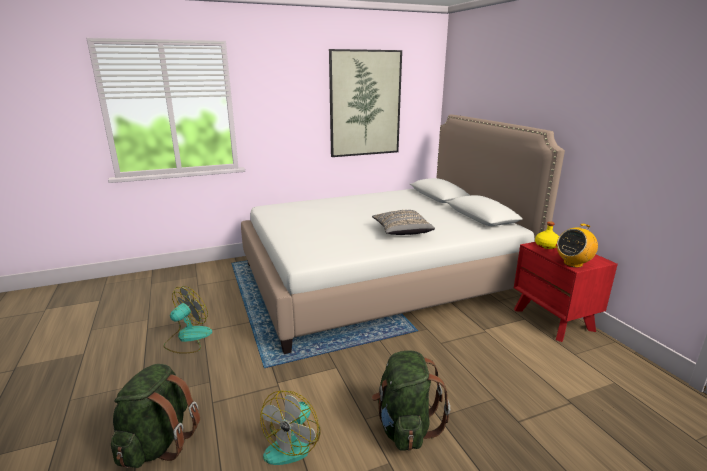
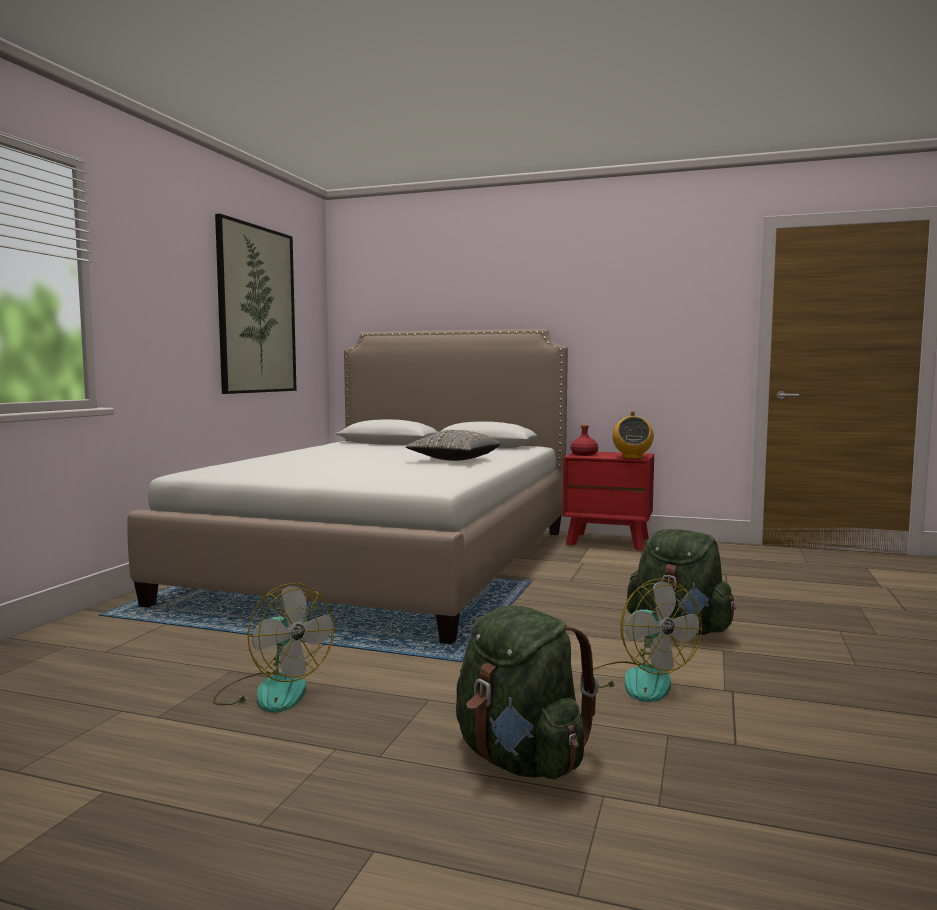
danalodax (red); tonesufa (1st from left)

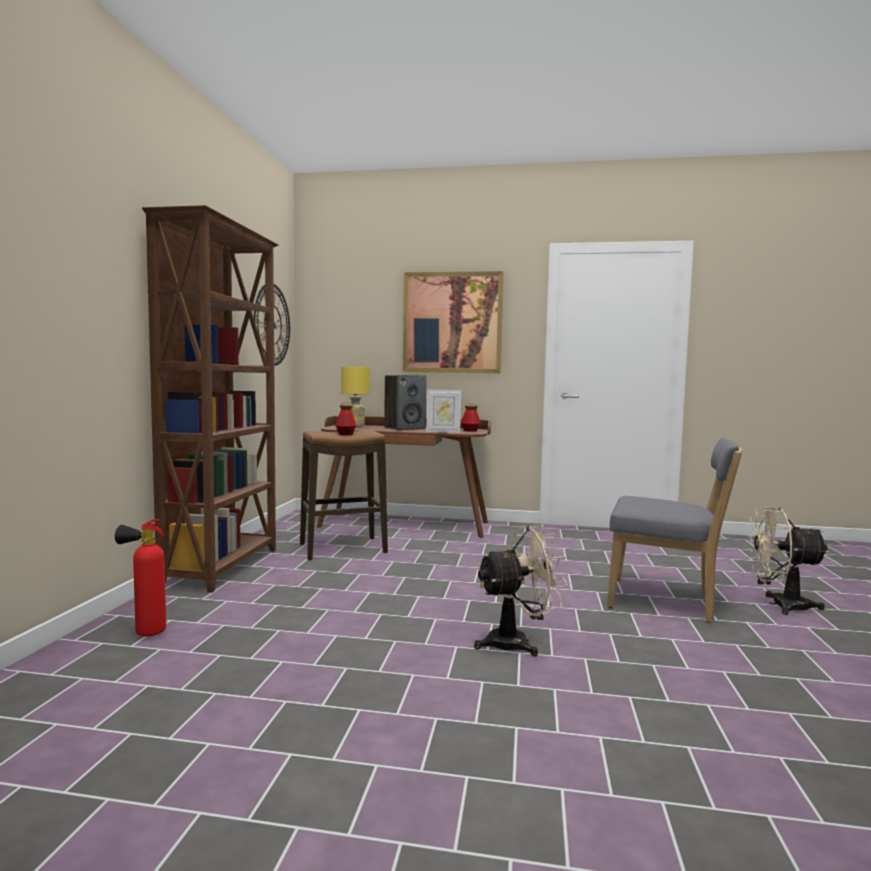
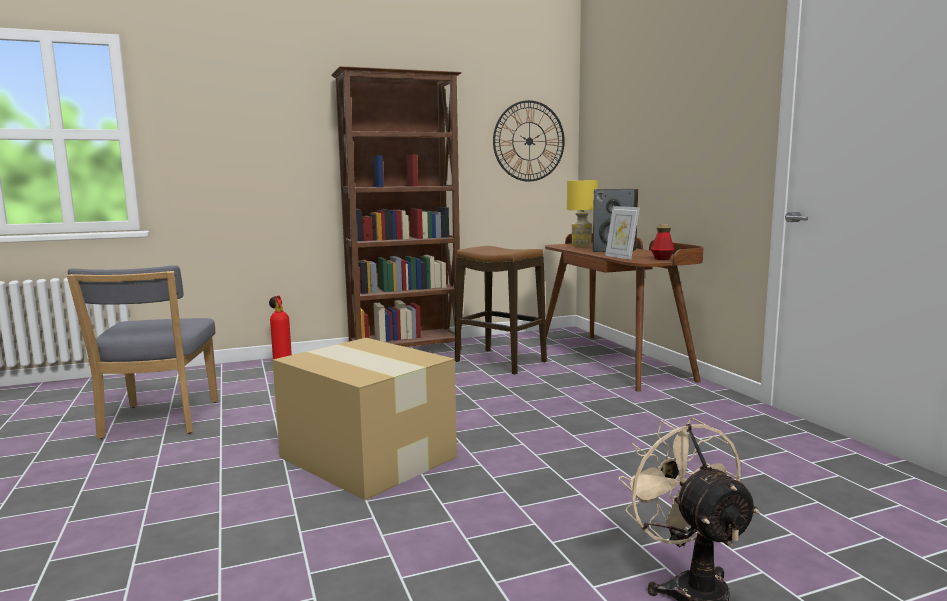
danalodax (1st from left in the first image); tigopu; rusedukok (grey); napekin

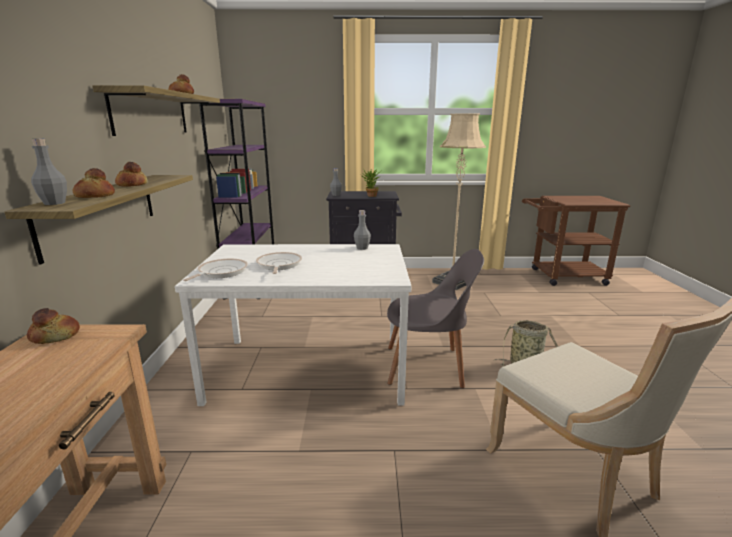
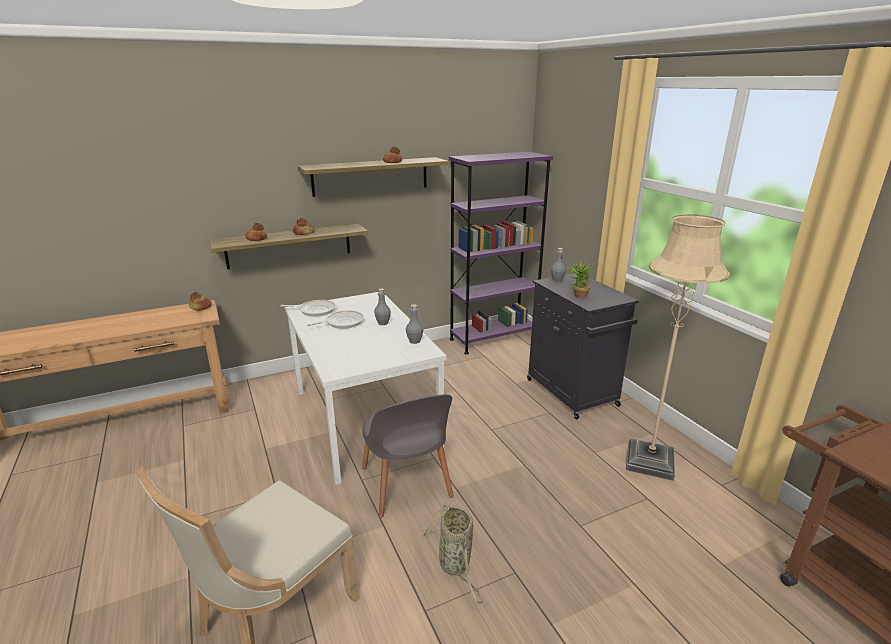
danalodax (grey) (1st from left)

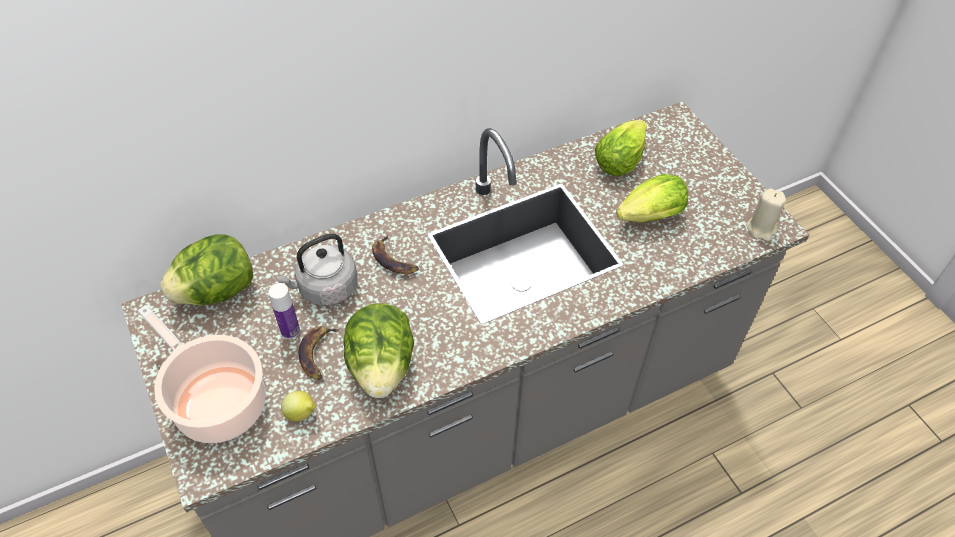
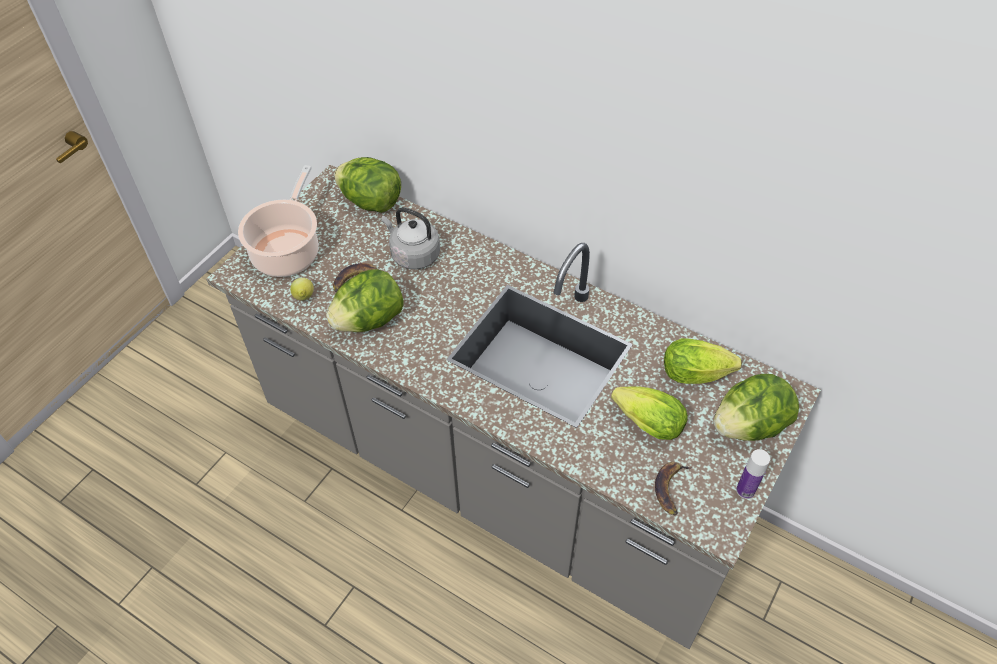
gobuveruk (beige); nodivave (5th from left); danalodax; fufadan (2nd from left)

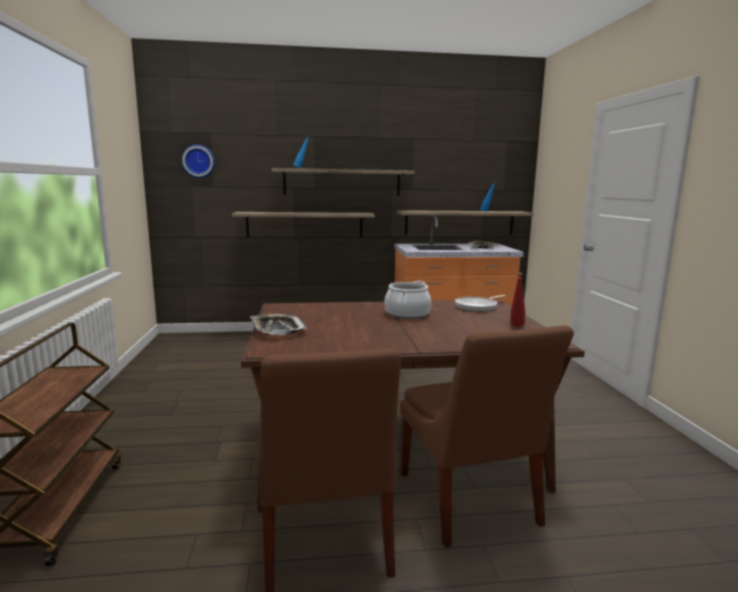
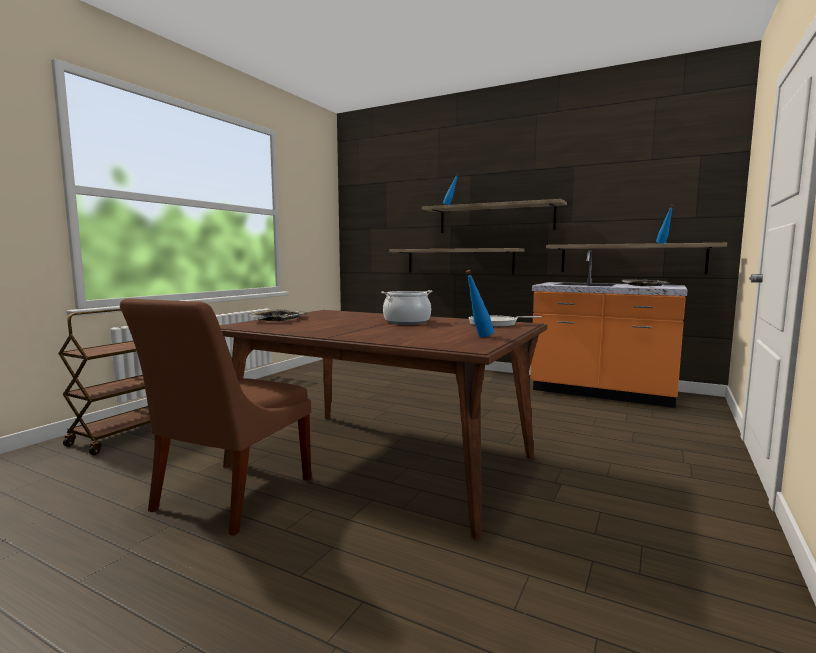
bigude; rusedukok (brown) (2nd from left in the first image); danalodax (blue) (2nd from left)

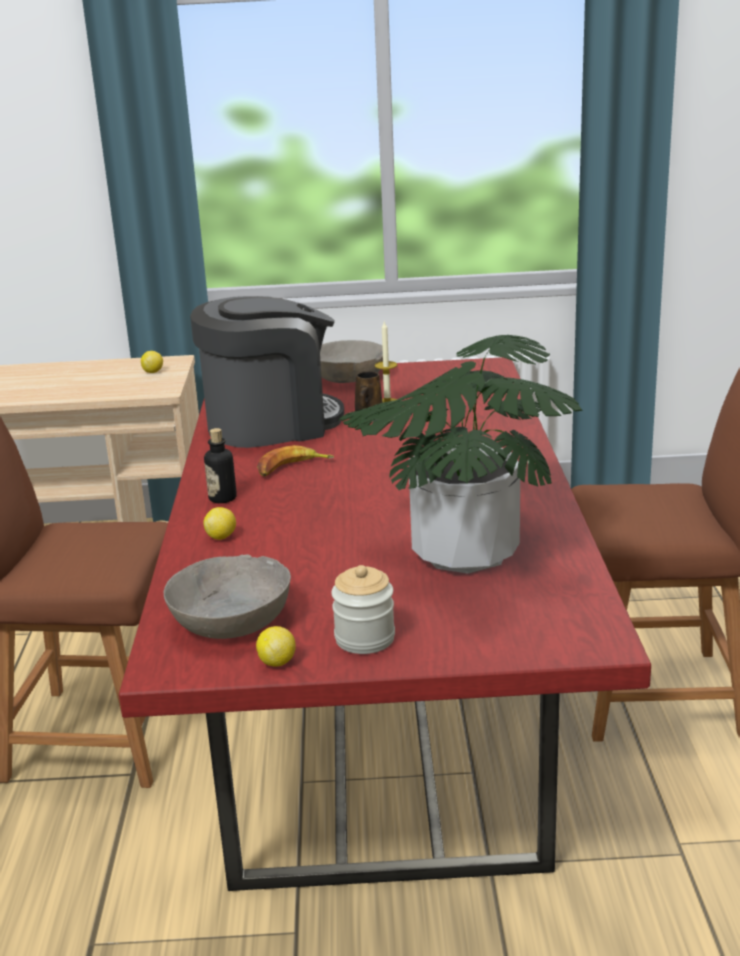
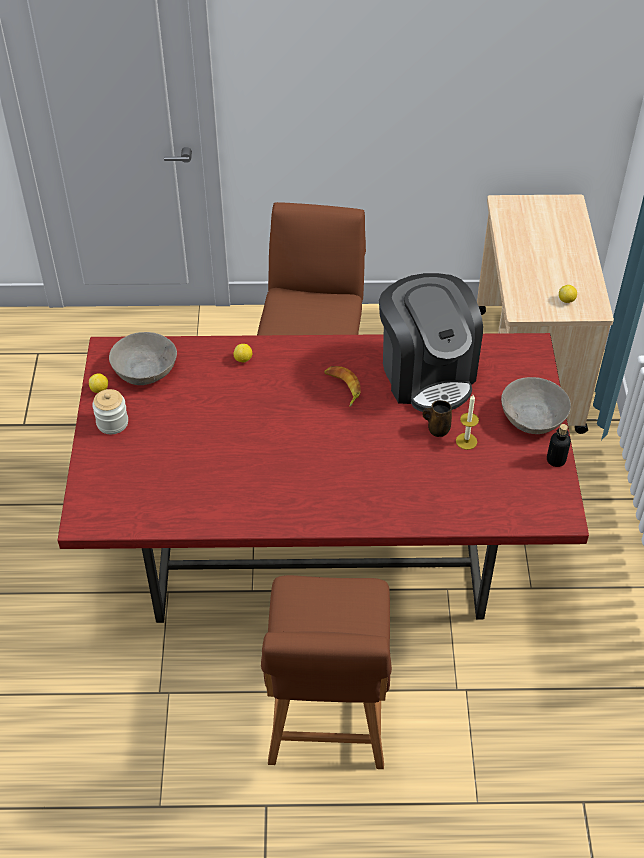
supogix; danalodax

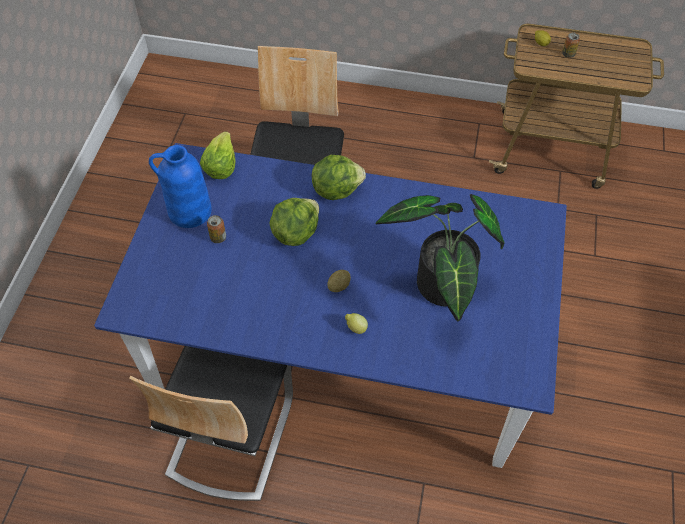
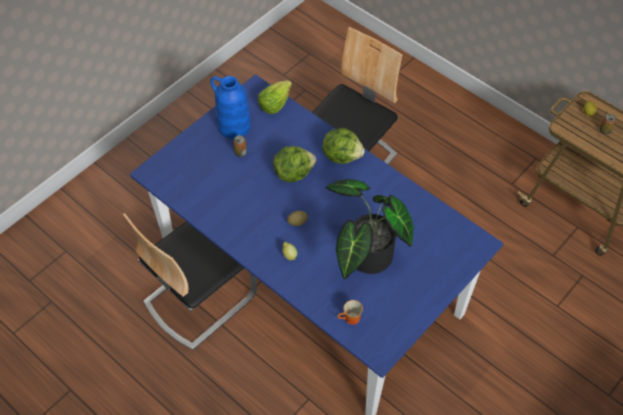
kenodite

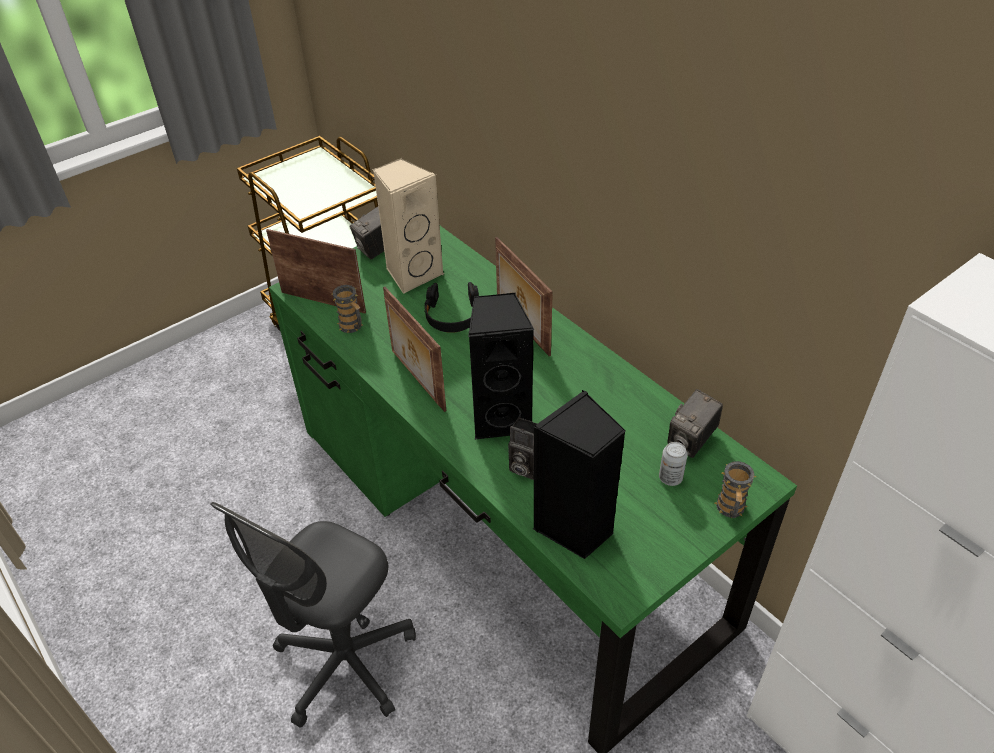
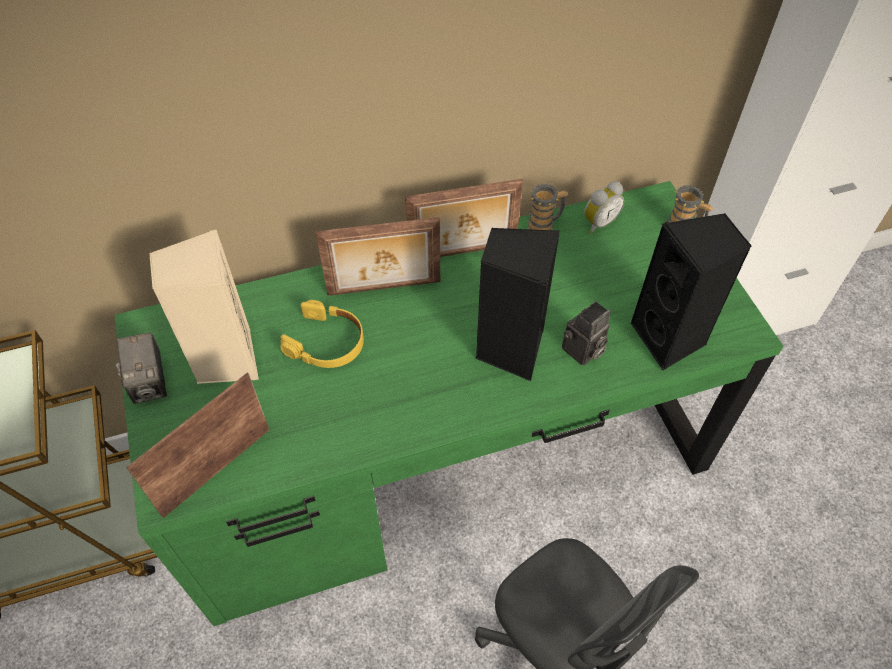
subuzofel; kenodite (1st from left); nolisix (3rd from left); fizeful; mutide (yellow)

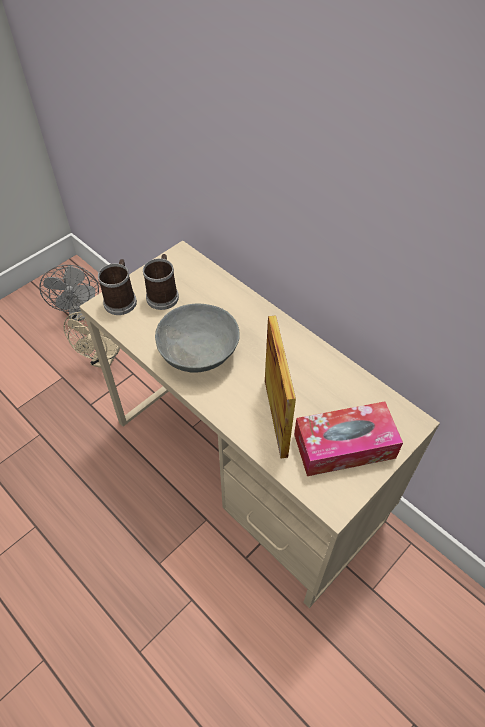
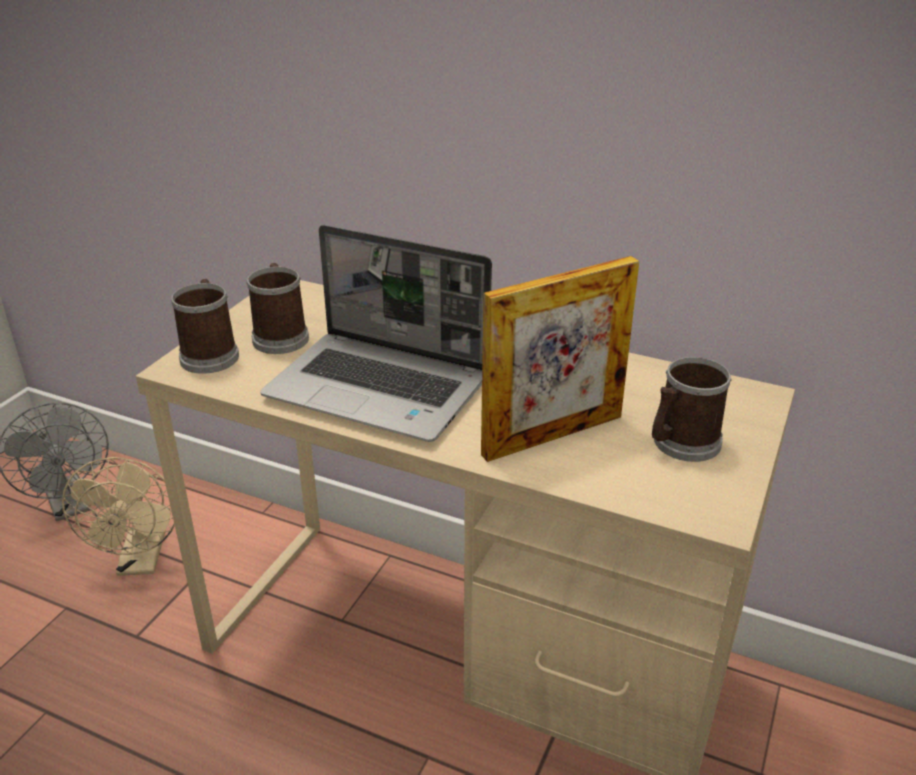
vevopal; kenodite (3rd from left); nolisix

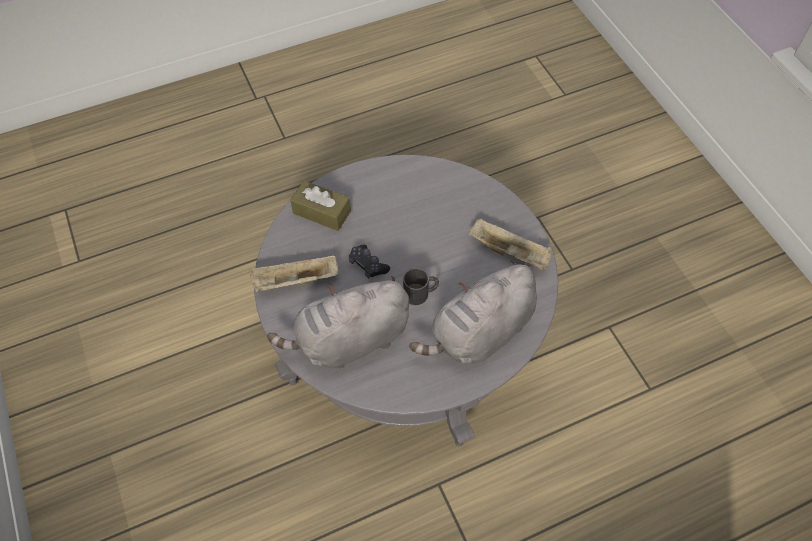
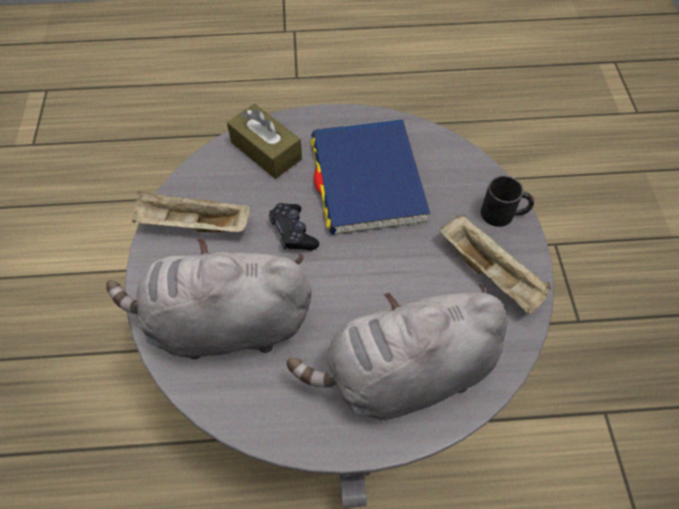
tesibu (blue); kenodite (black)

